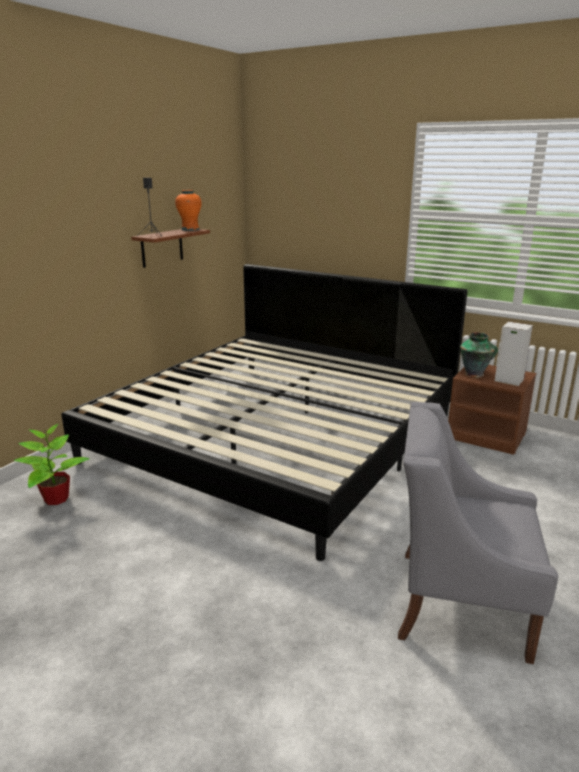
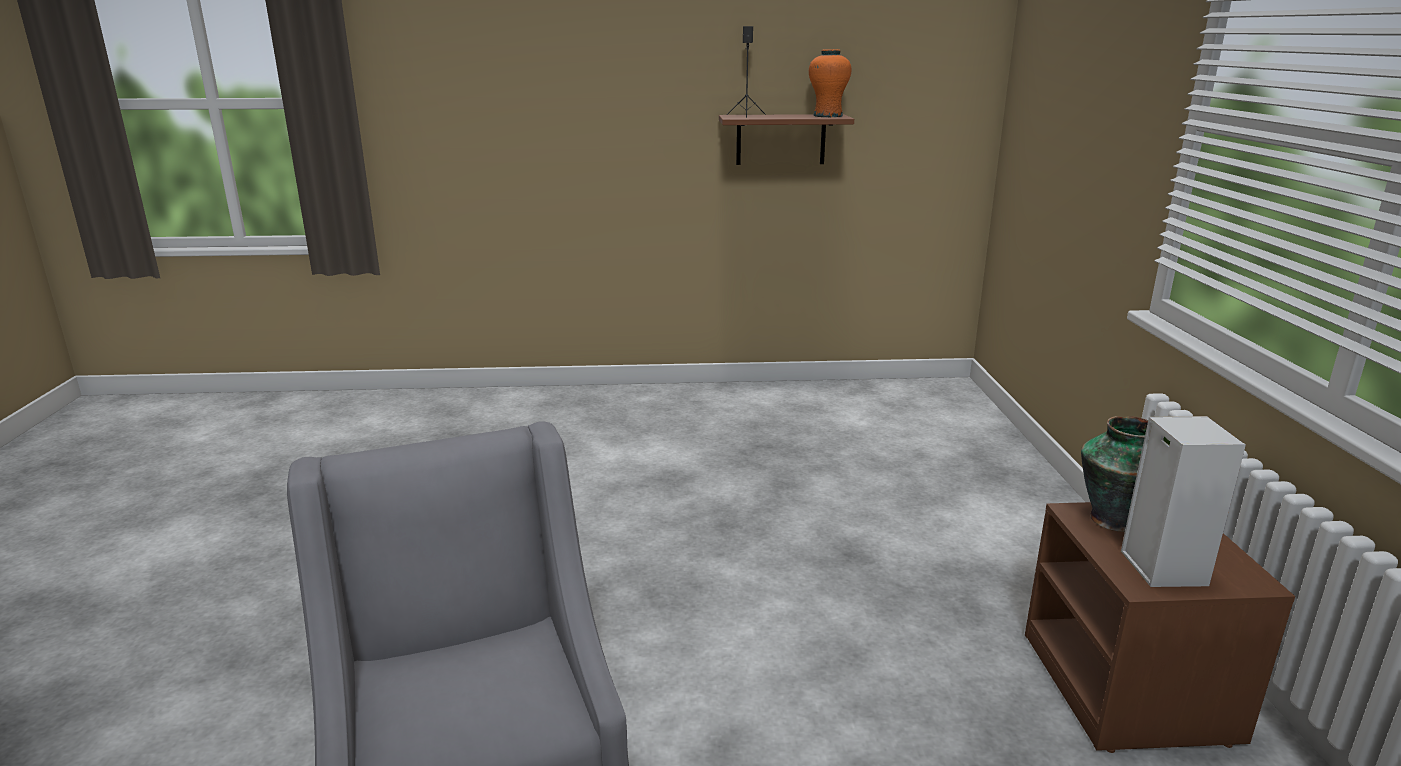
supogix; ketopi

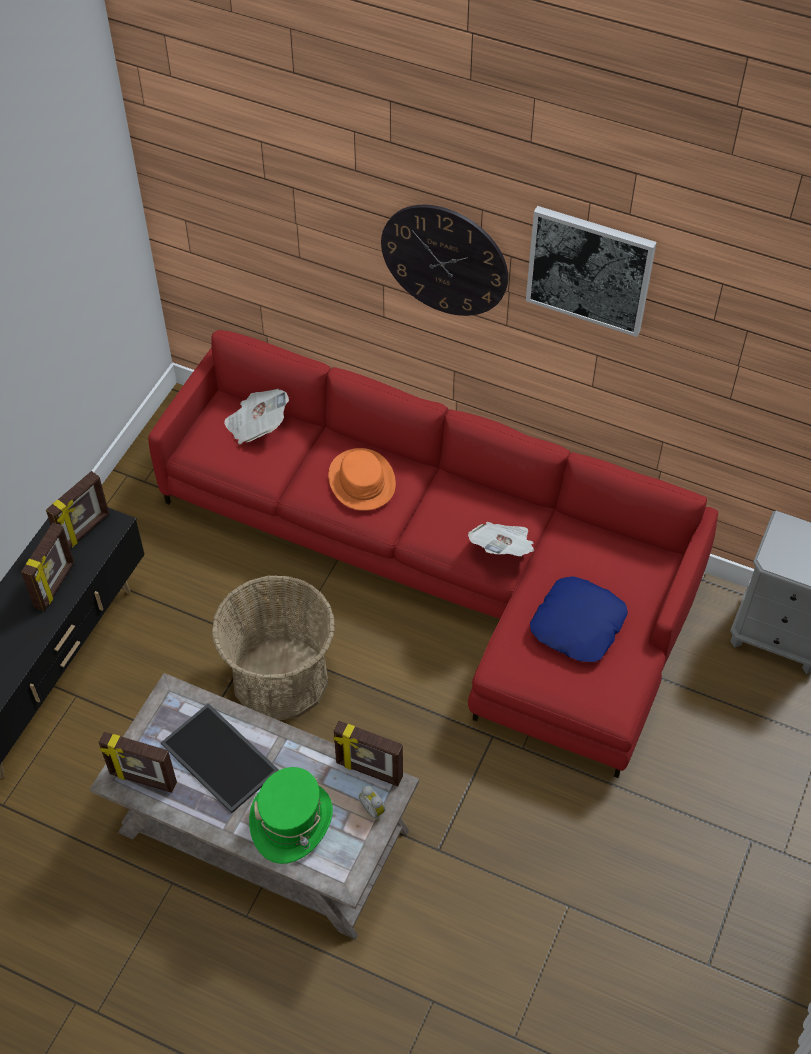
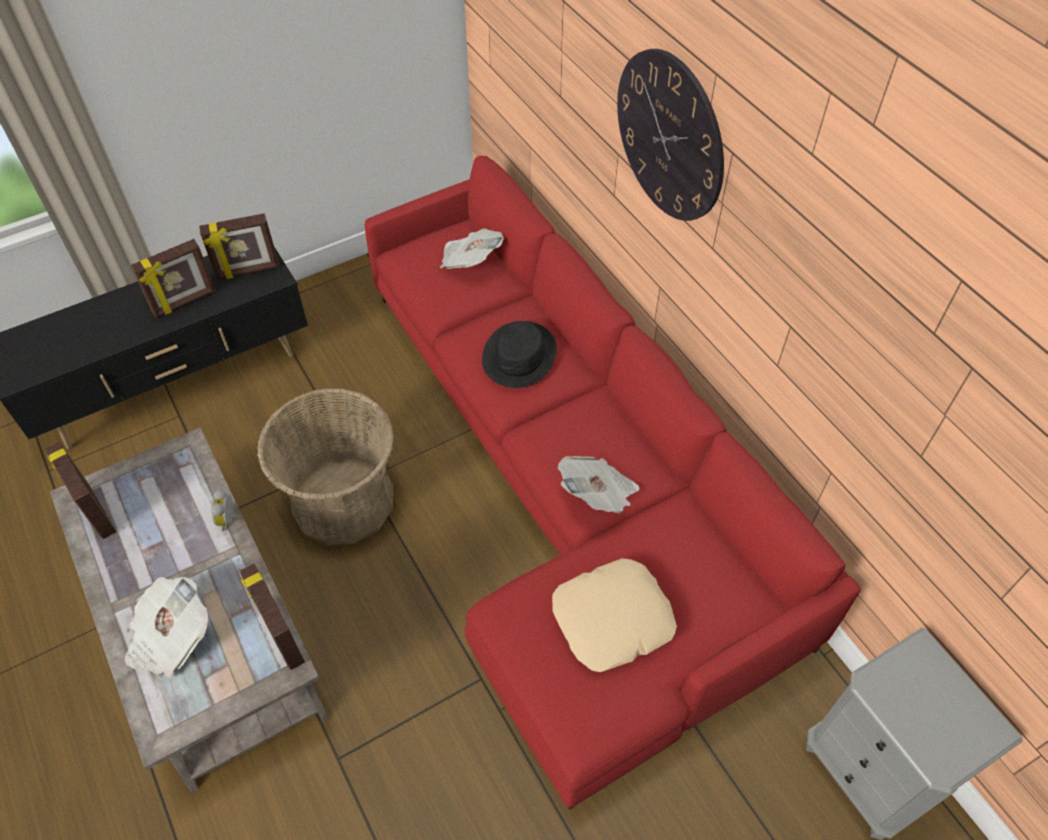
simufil; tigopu; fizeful; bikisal (1st from left); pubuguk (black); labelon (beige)

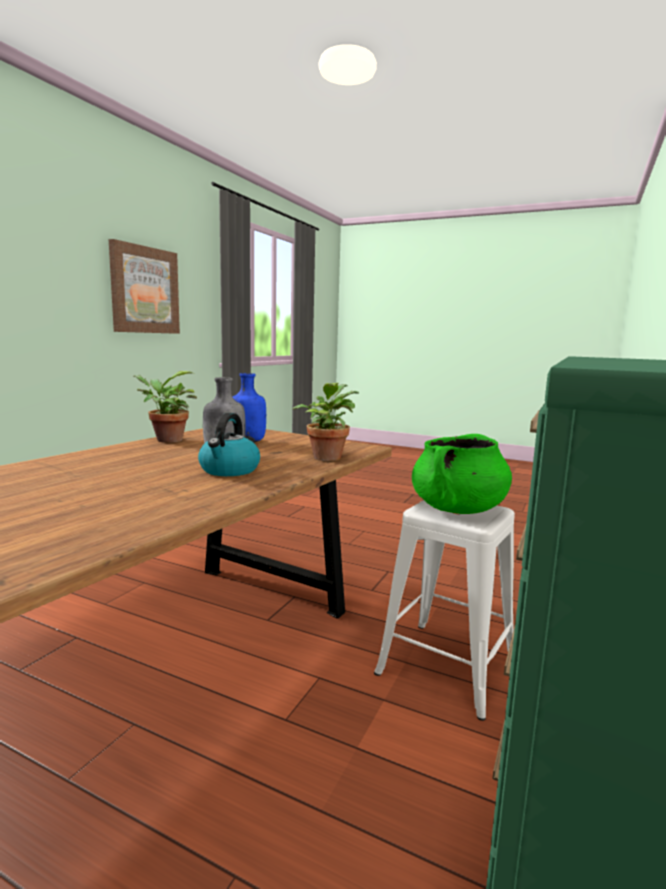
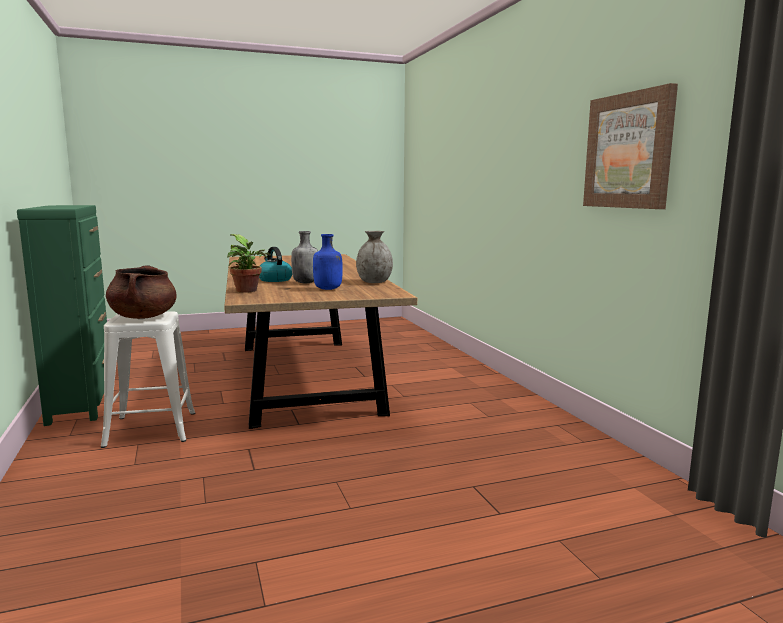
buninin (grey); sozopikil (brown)

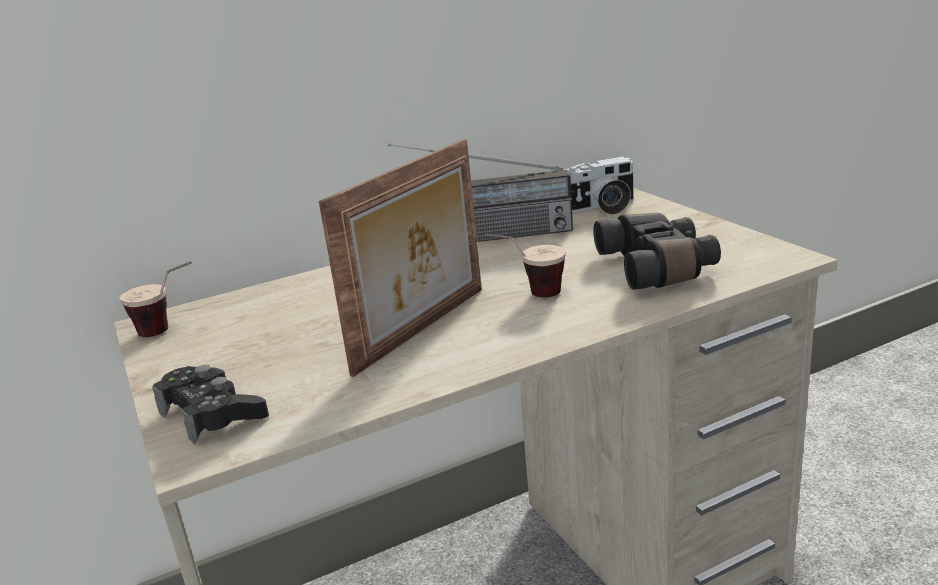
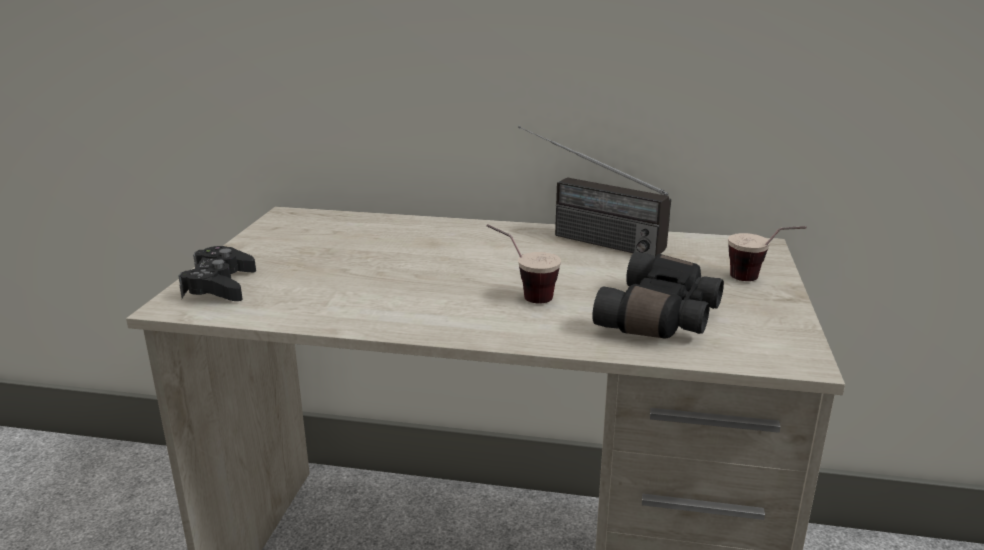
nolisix; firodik; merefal (2nd from left)

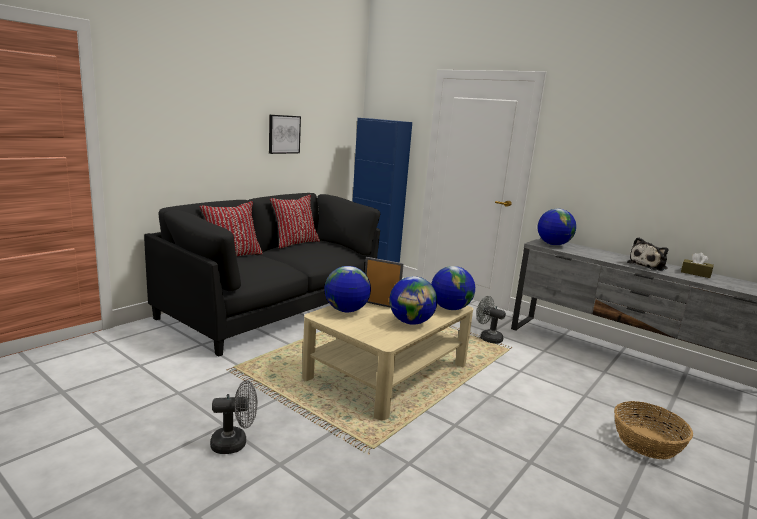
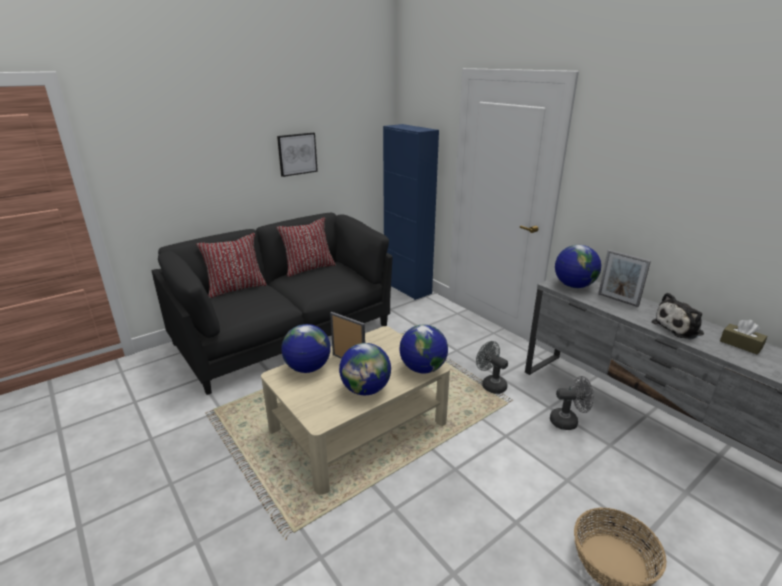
nolisix (2nd from left); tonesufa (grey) (2nd from left)

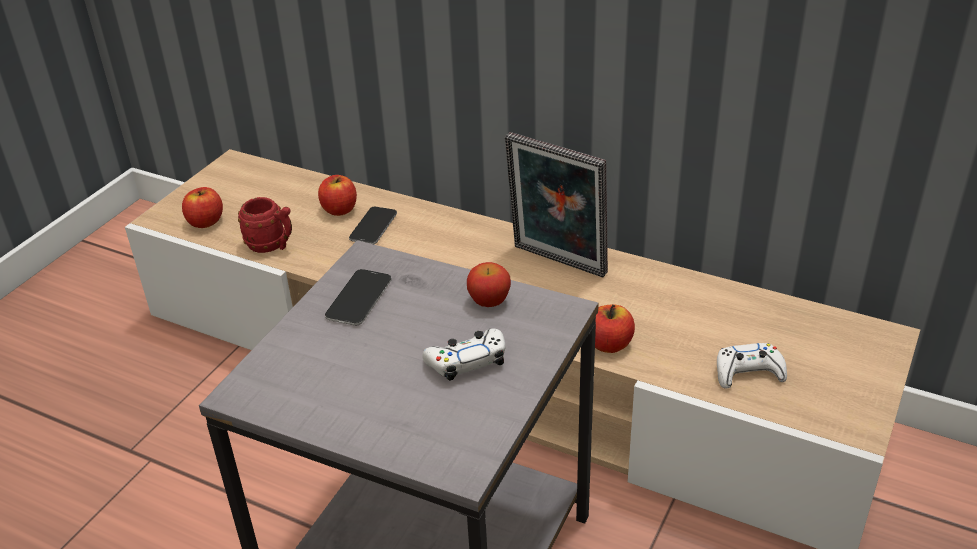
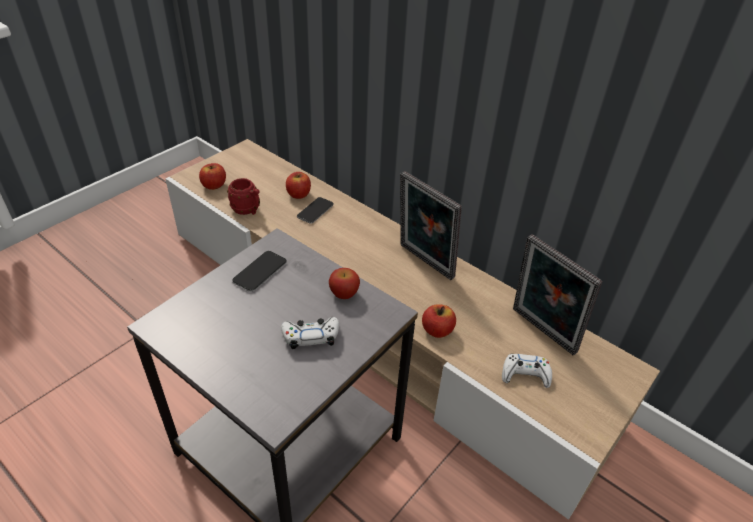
nolisix (2nd from left)

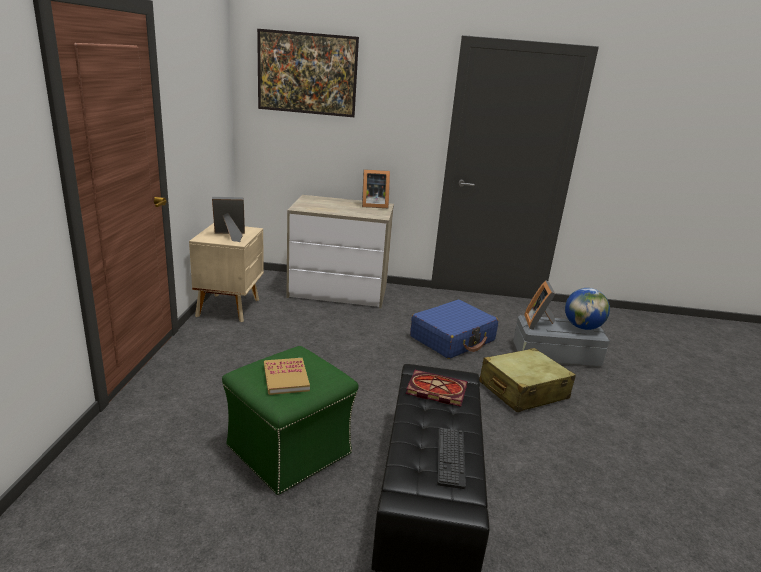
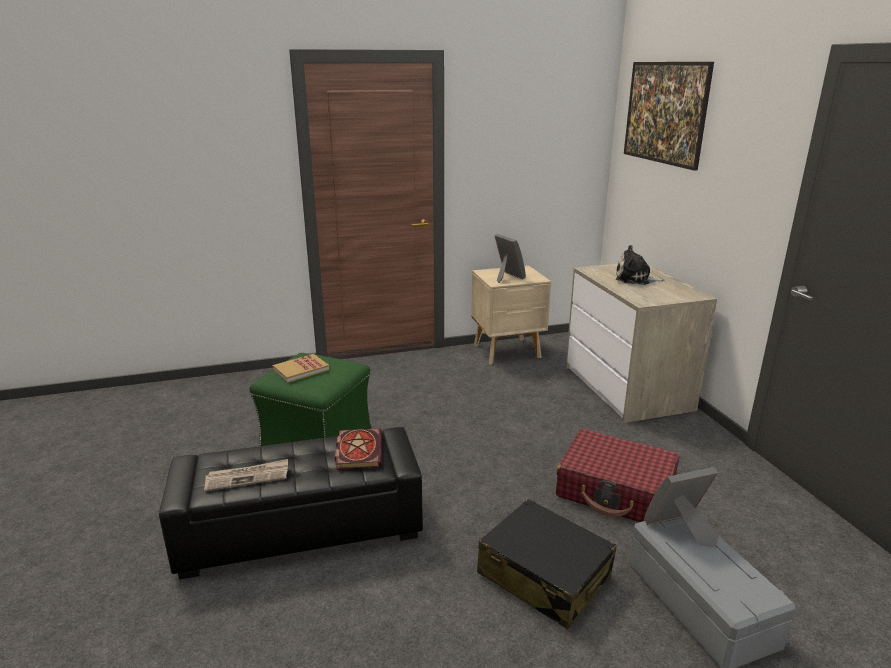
nolisix (2nd from left in the first image); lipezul; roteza; bikisal; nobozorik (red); nobozorik (black)

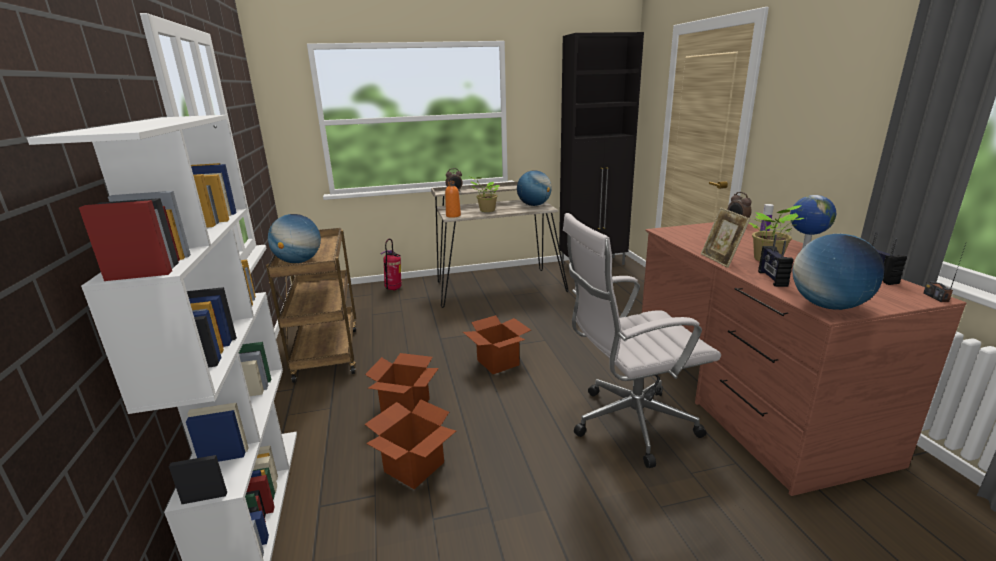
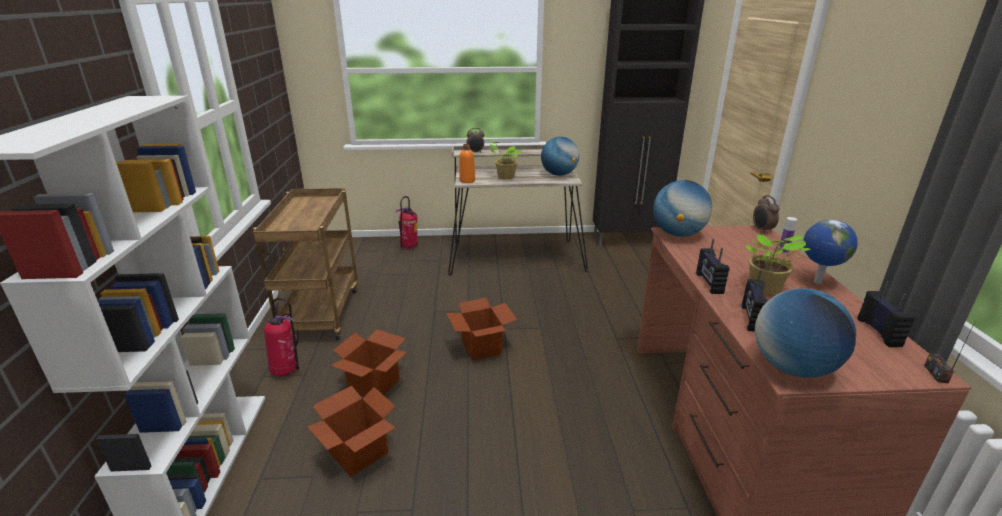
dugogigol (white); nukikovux (1st from left); lipezul (2nd from left); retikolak (1st from left)

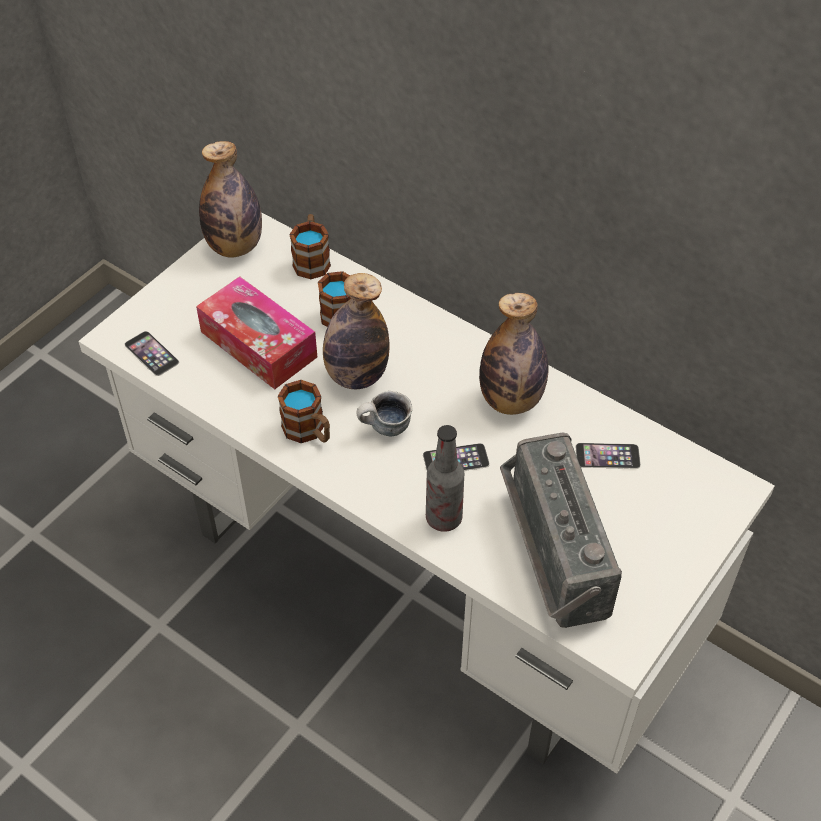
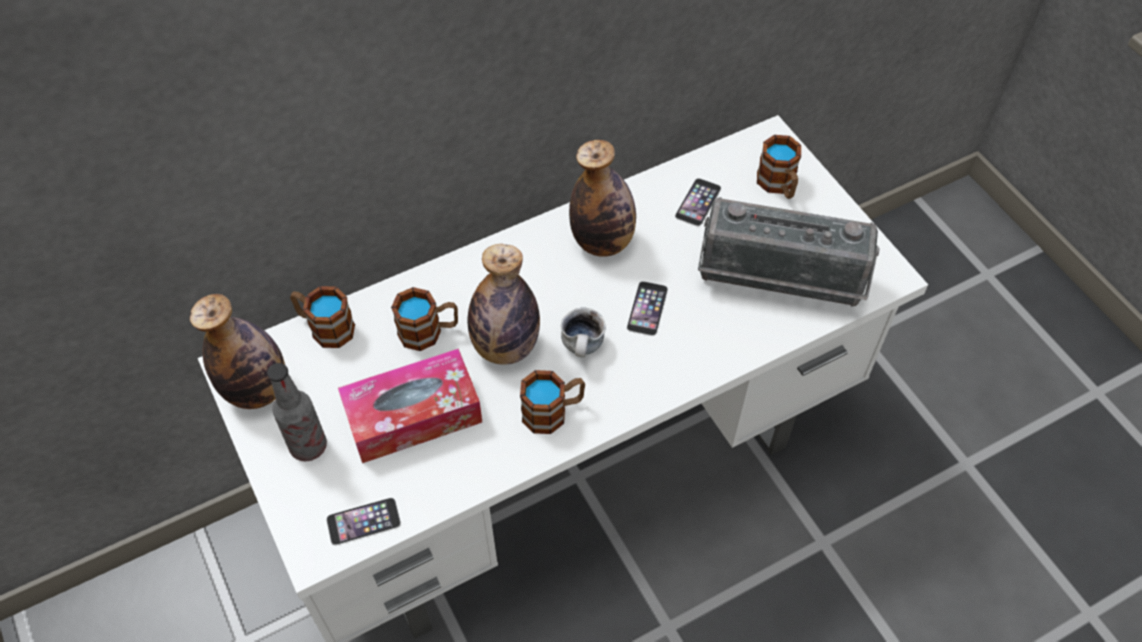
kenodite (5th from left); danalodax (2nd from left)

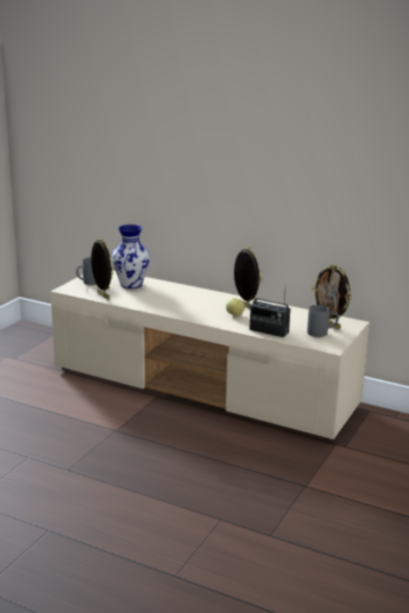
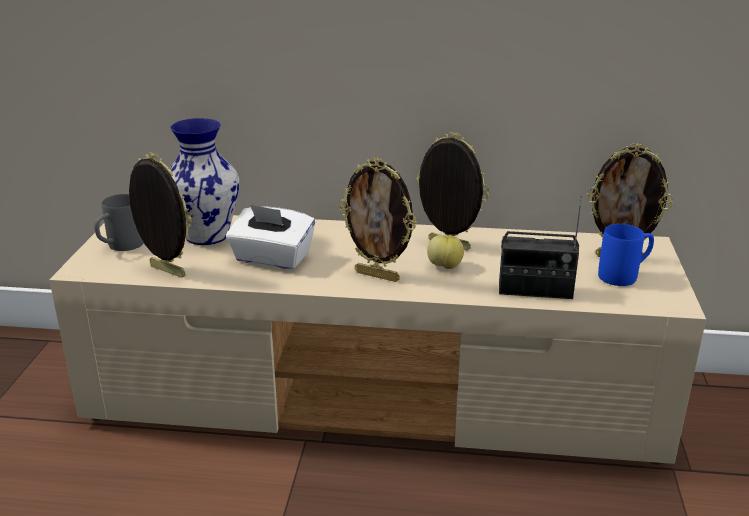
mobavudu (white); nolisix (2nd from left); kenodite (blue)

